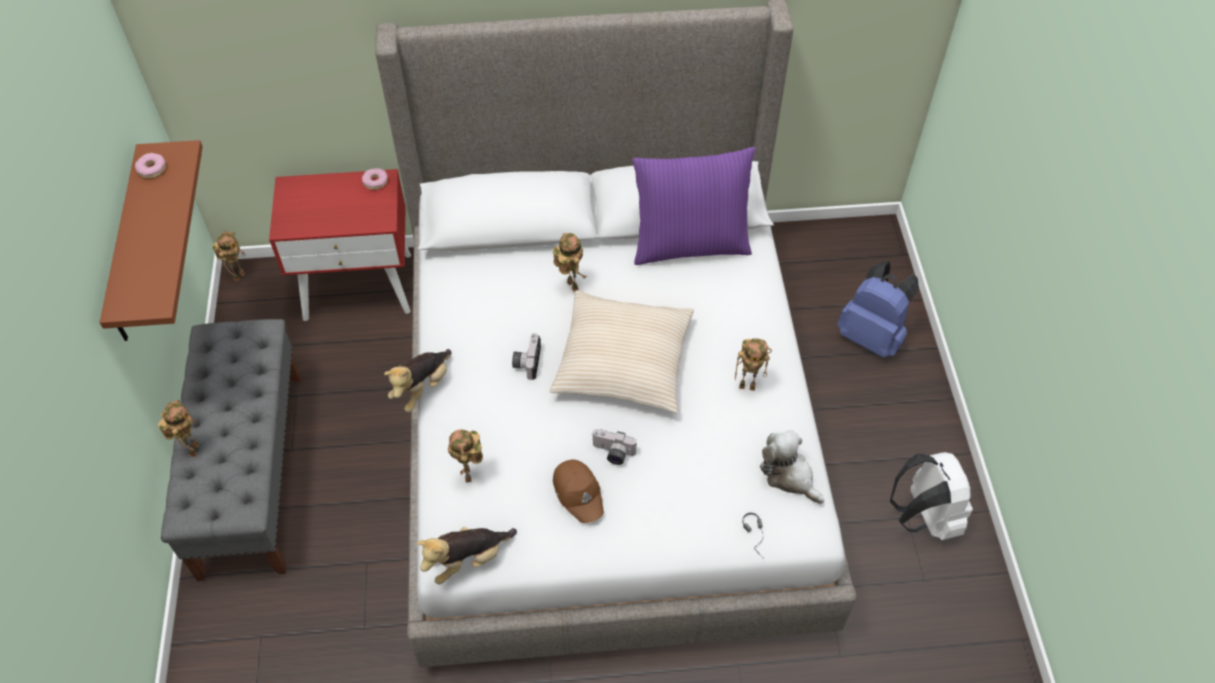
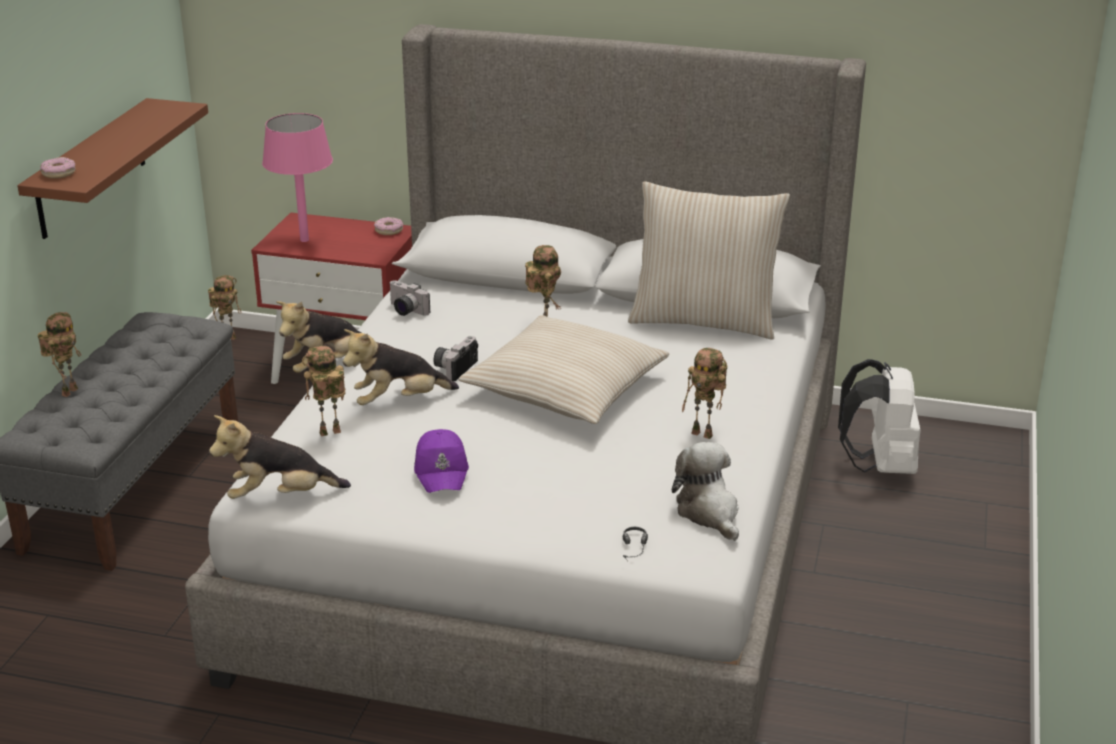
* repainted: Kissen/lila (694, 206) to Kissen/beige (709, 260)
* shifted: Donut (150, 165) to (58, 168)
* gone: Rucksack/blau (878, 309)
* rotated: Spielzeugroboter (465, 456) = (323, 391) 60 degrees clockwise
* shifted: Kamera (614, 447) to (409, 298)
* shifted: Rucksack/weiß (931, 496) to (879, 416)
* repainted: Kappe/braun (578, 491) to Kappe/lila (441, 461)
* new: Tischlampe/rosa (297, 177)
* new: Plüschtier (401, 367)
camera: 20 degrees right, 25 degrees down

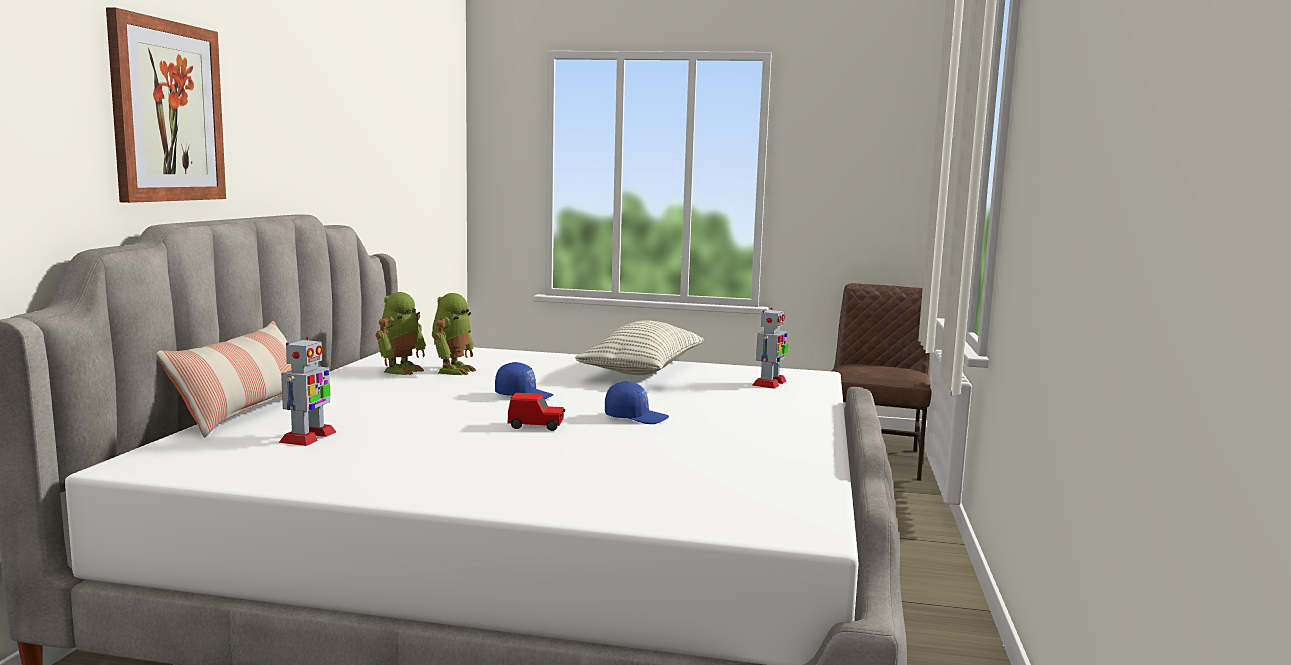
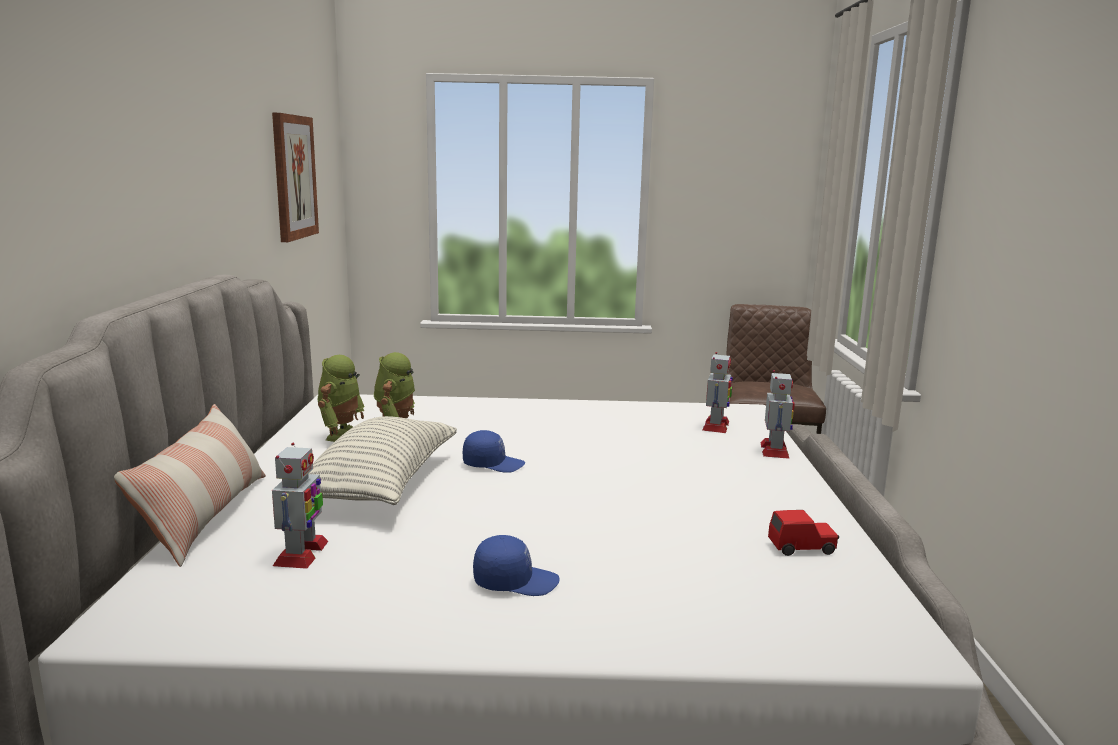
* shifted: Bild (166, 105) to (295, 177)
* shifted: Kissen (639, 347) to (383, 460)
* shifted: Kappe/blau (637, 402) to (516, 565)
* shifted: Spielzeugauto/rot (536, 412) to (803, 533)
* new: Spielzeugroboter (778, 414)
camera: 10 degrees left, 5 degrees up

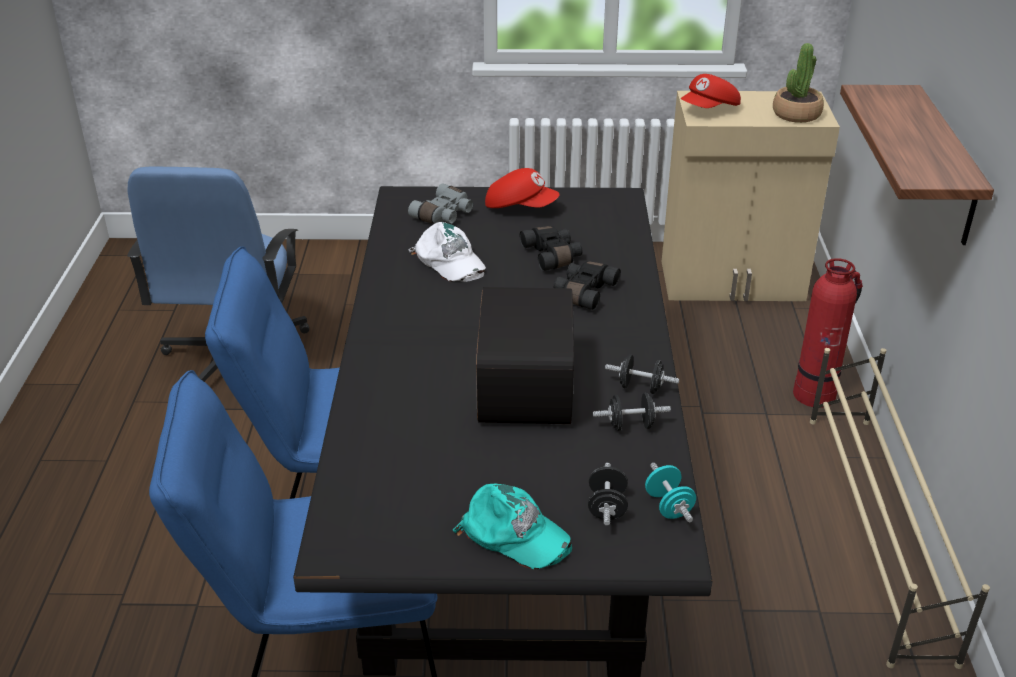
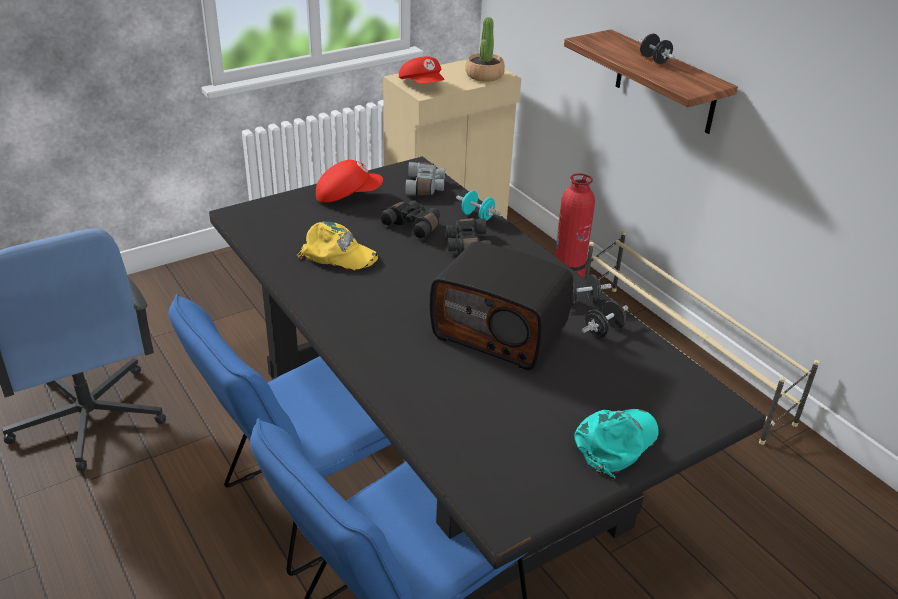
* rotated: Kappe/rot (711, 91) = (422, 70) 45 degrees counterclockwise
* shifted: Fernglas/grau (440, 203) to (425, 178)
* repainted: Kappe/weiß (447, 252) to Kappe/gelb (337, 246)
* rotated: Radio (525, 355) = (501, 306) 150 degrees clockwise
* shifted: Hantel/schwarz (608, 494) to (657, 49)
* shifted: Hantel/türkis (670, 492) to (479, 206)
* rotated: Kappe/türkis (512, 526) = (616, 444) 45 degrees counterclockwise
camera: 35 degrees left, 0 degrees up

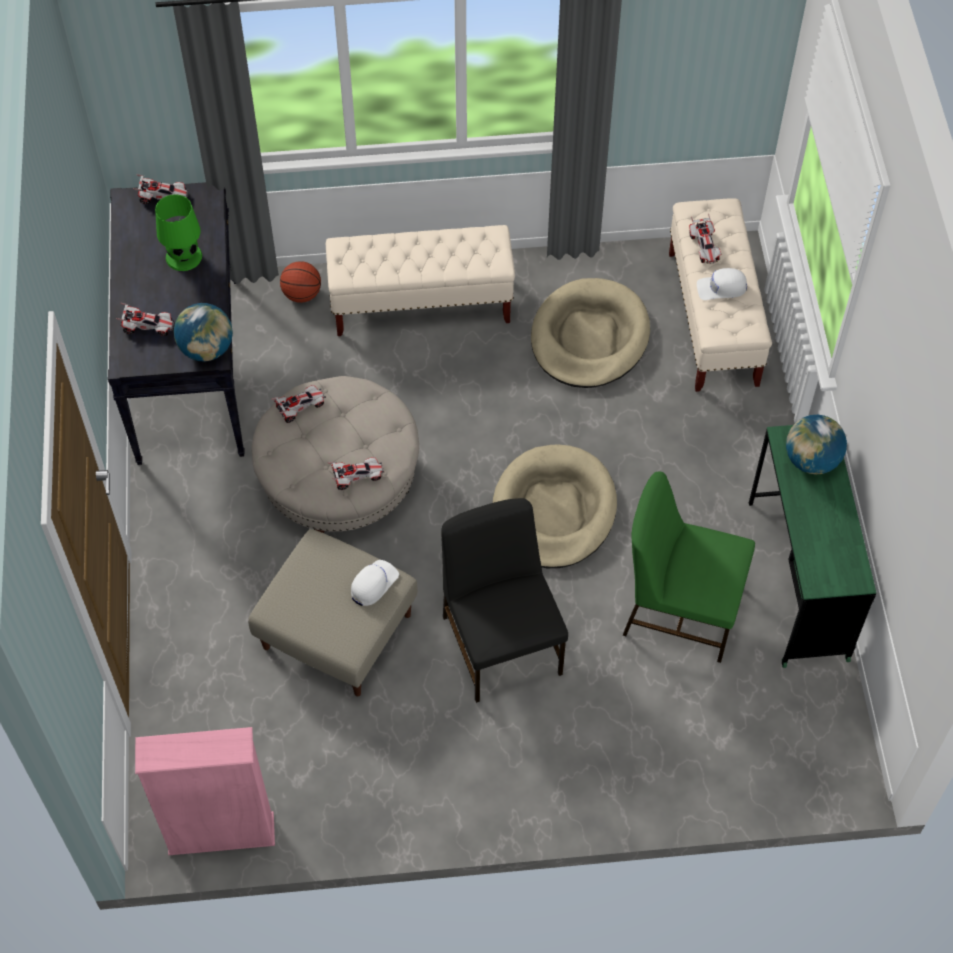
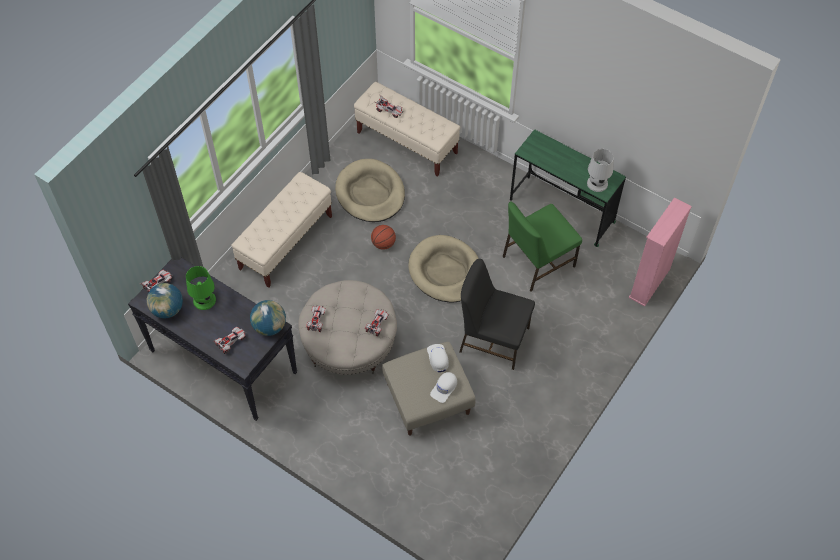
* shifted: Basketball (300, 282) to (383, 237)
* shifted: Kappe/weiß (722, 284) to (443, 387)
* shifted: Globus (816, 445) to (165, 300)
* shifted: Bücherregal/rosa (205, 791) to (660, 252)
* new: Tischlampe/weiß (600, 170)
camera: 50 degrees left, 0 degrees up

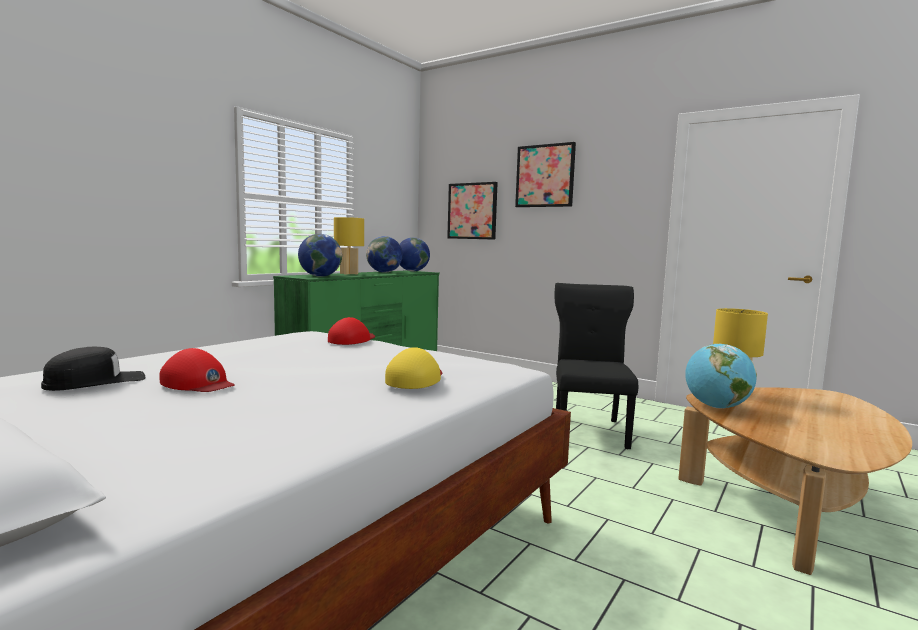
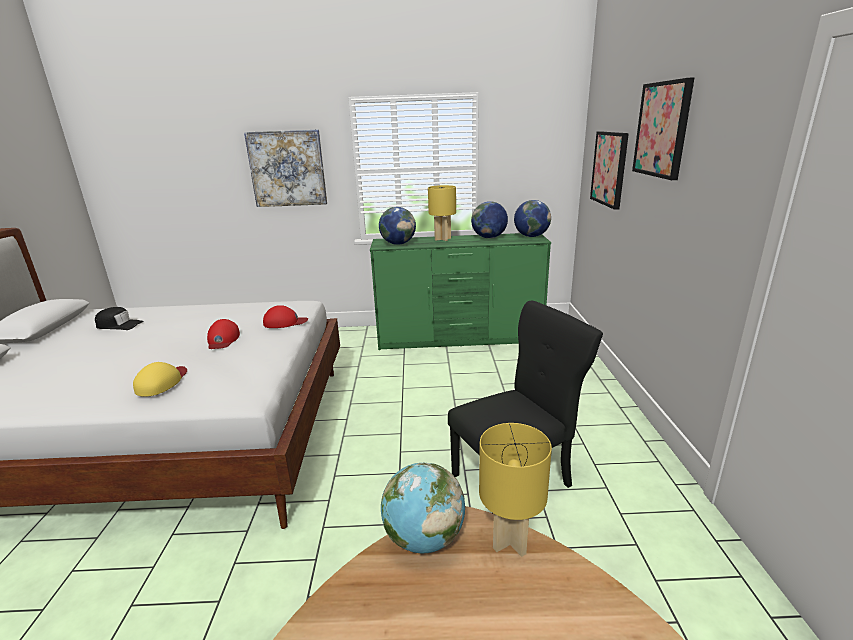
* rotated: Kappe/gelb (413, 368) = (160, 379) 60 degrees counterclockwise
* shifted: Kappe/rot (197, 370) to (223, 334)
* new: Bild (285, 168)
camera: 55 degrees right, 15 degrees up

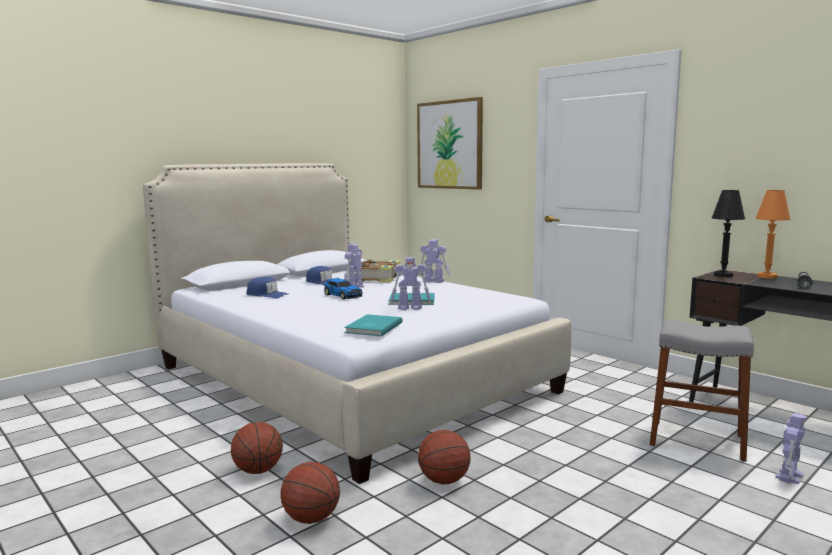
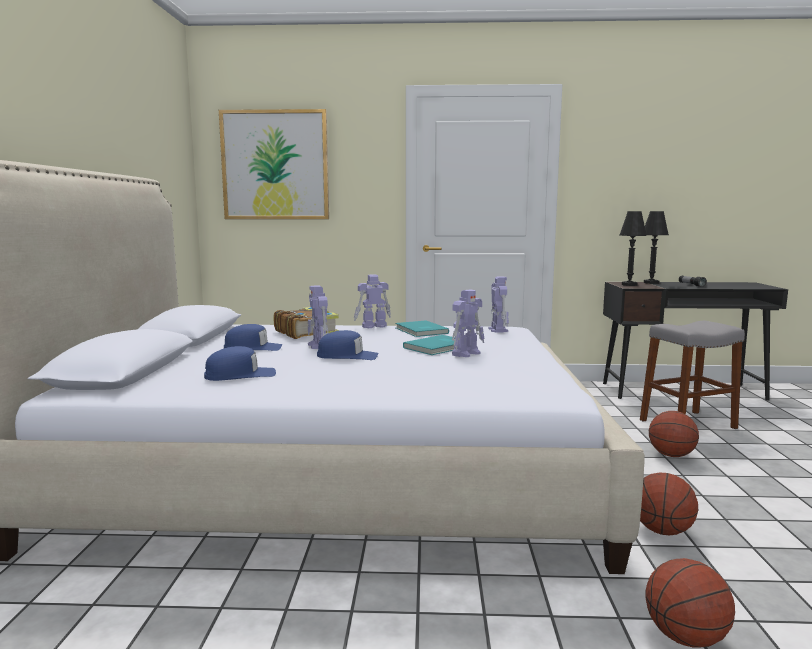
* repainted: Tischlampe/orange (773, 234) to Tischlampe/schwarz (656, 247)
* swapped: Spielzeugauto (343, 288) to Kappe/blau (348, 345)
* shifted: Buch/türkis (373, 325) to (422, 329)
* shifted: Spielzeugroboter (791, 448) to (498, 305)
* shifted: Basketball (257, 448) to (674, 434)
camera: 45 degrees left, 0 degrees up

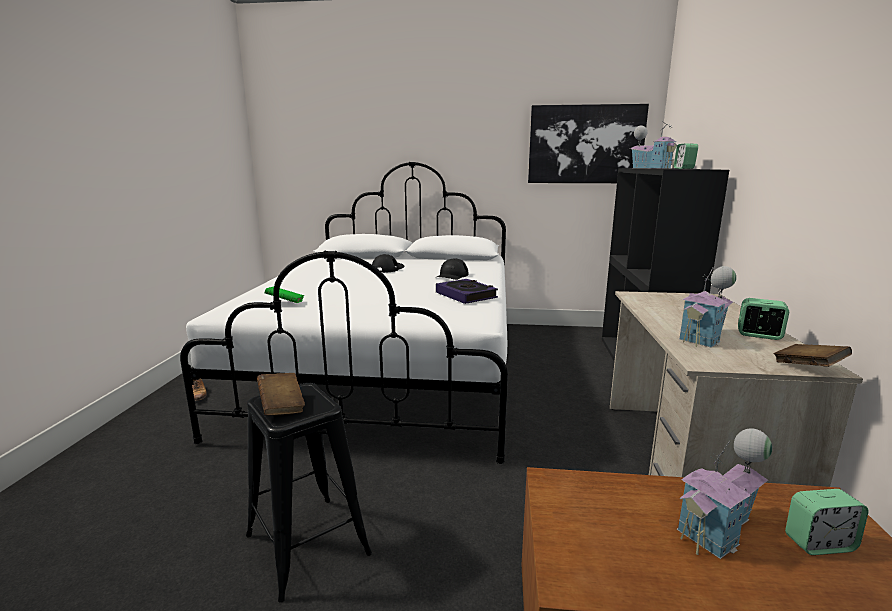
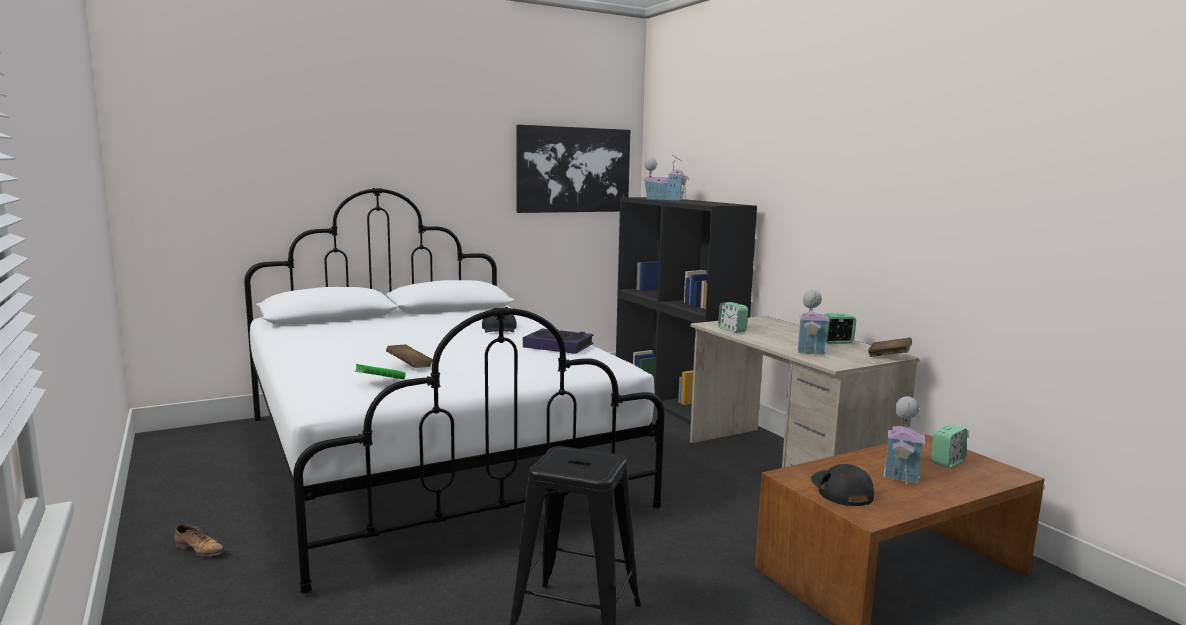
* shifted: Wecker (686, 156) to (733, 317)
* shifted: Kappe/schwarz (388, 263) to (842, 485)
* shifted: Buch/braun (281, 394) to (409, 356)
camera: 35 degrees left, 5 degrees down

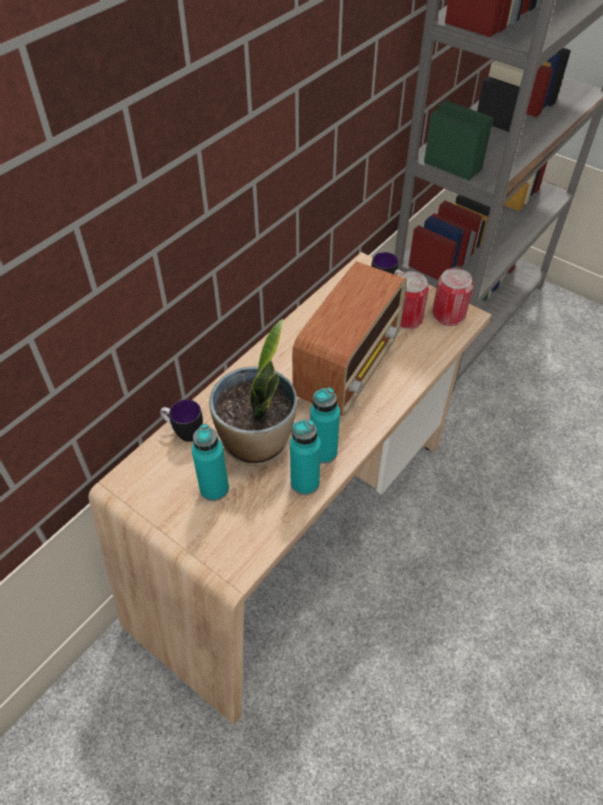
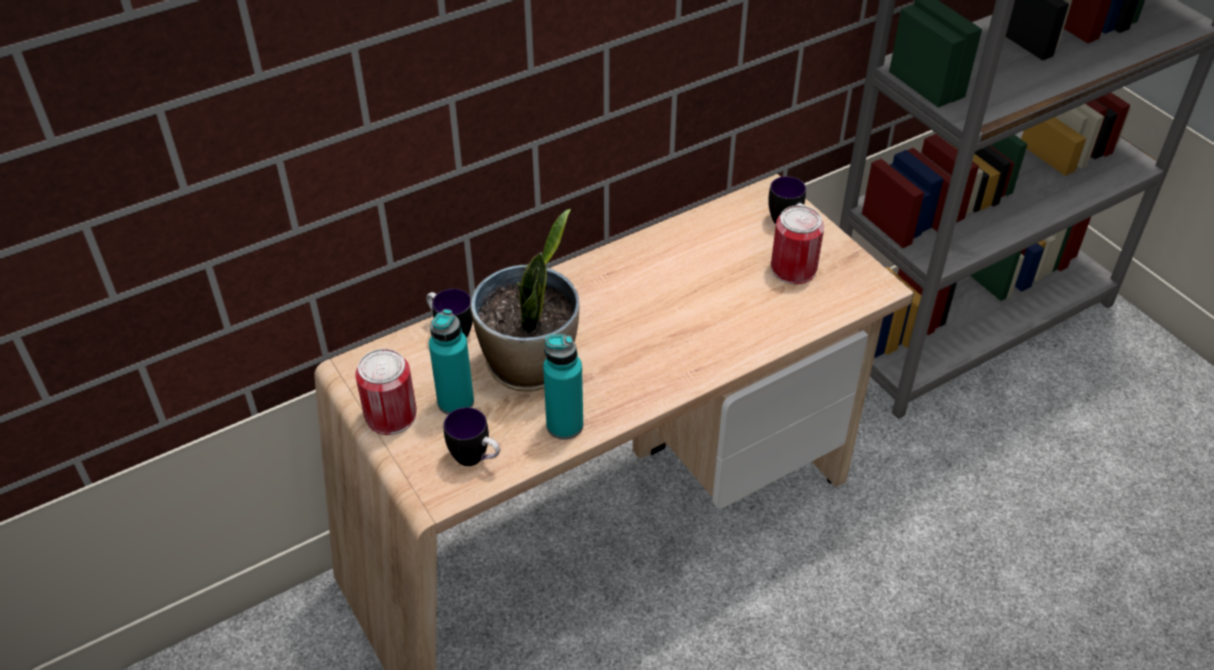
* gone: Radio (349, 338)
* shifted: Dose (453, 297) to (386, 392)
* gone: Flasche/türkis (325, 425)
* new: Henkelbecher (471, 436)
camera: 20 degrees right, 5 degrees down

